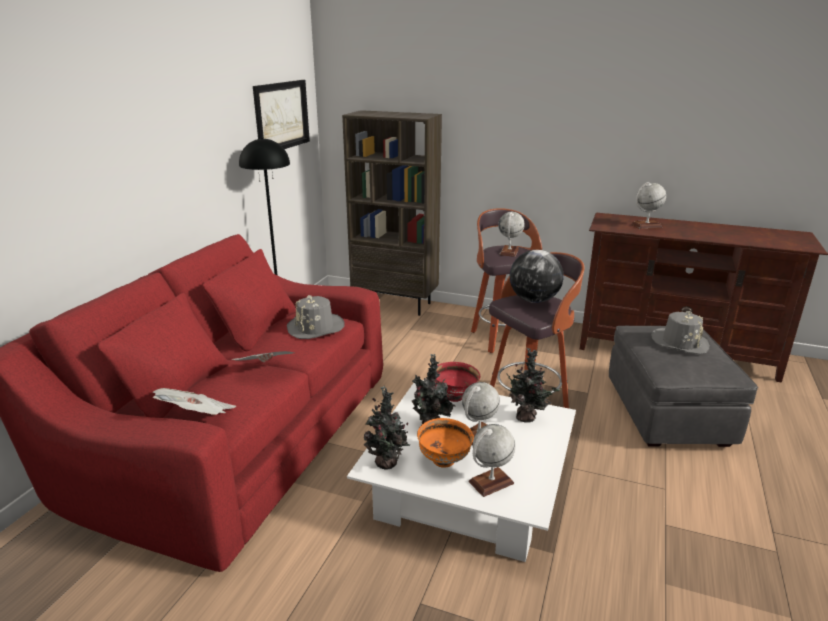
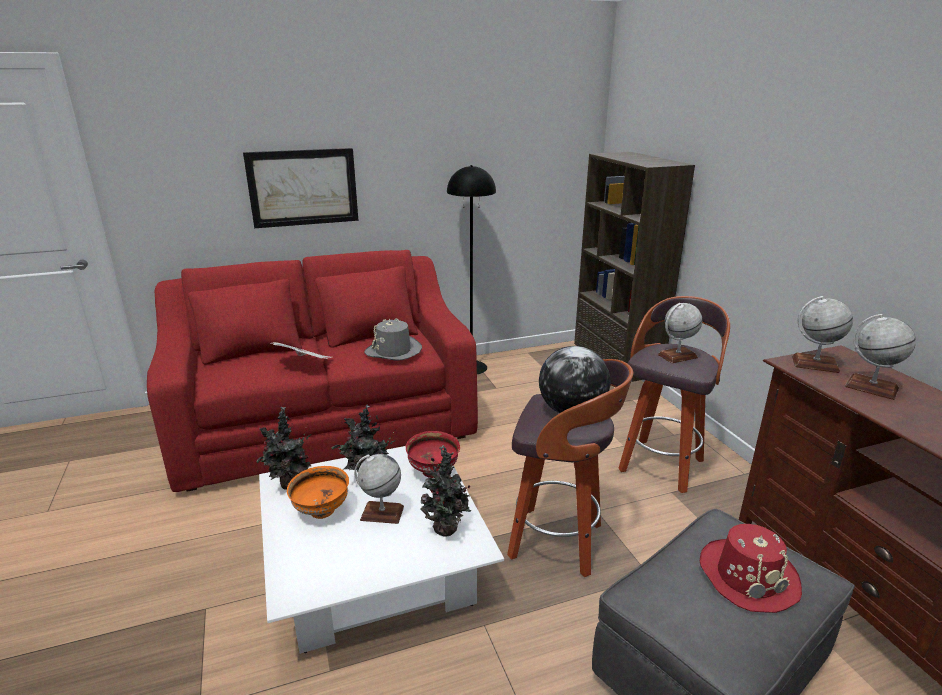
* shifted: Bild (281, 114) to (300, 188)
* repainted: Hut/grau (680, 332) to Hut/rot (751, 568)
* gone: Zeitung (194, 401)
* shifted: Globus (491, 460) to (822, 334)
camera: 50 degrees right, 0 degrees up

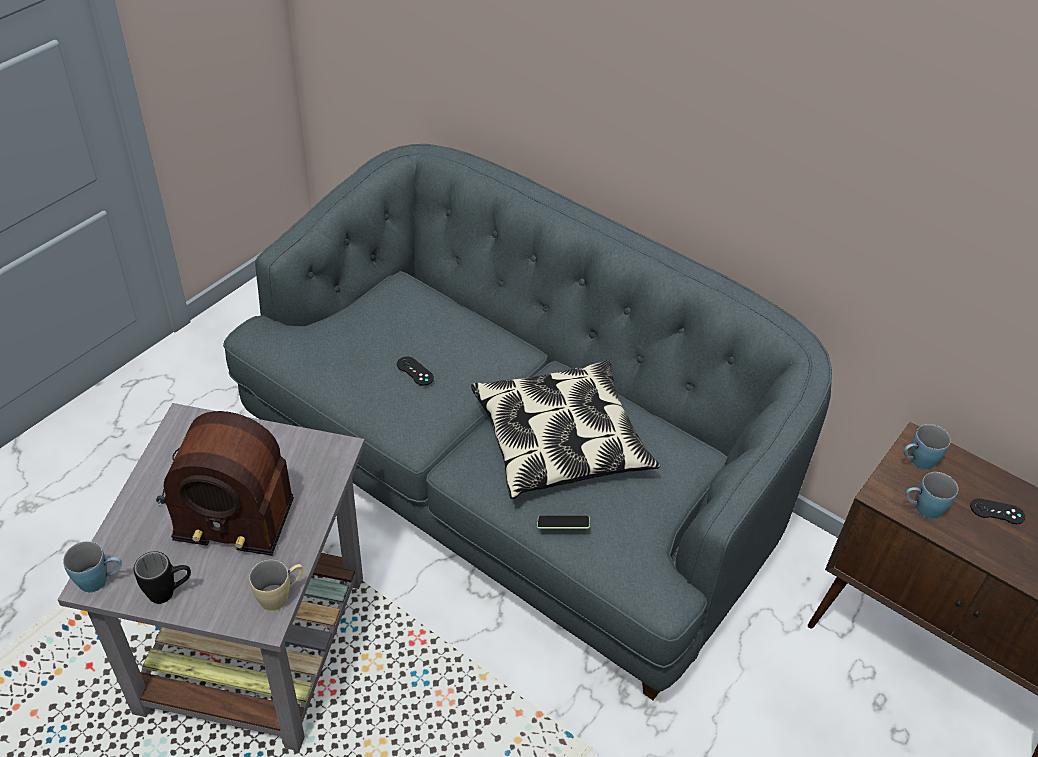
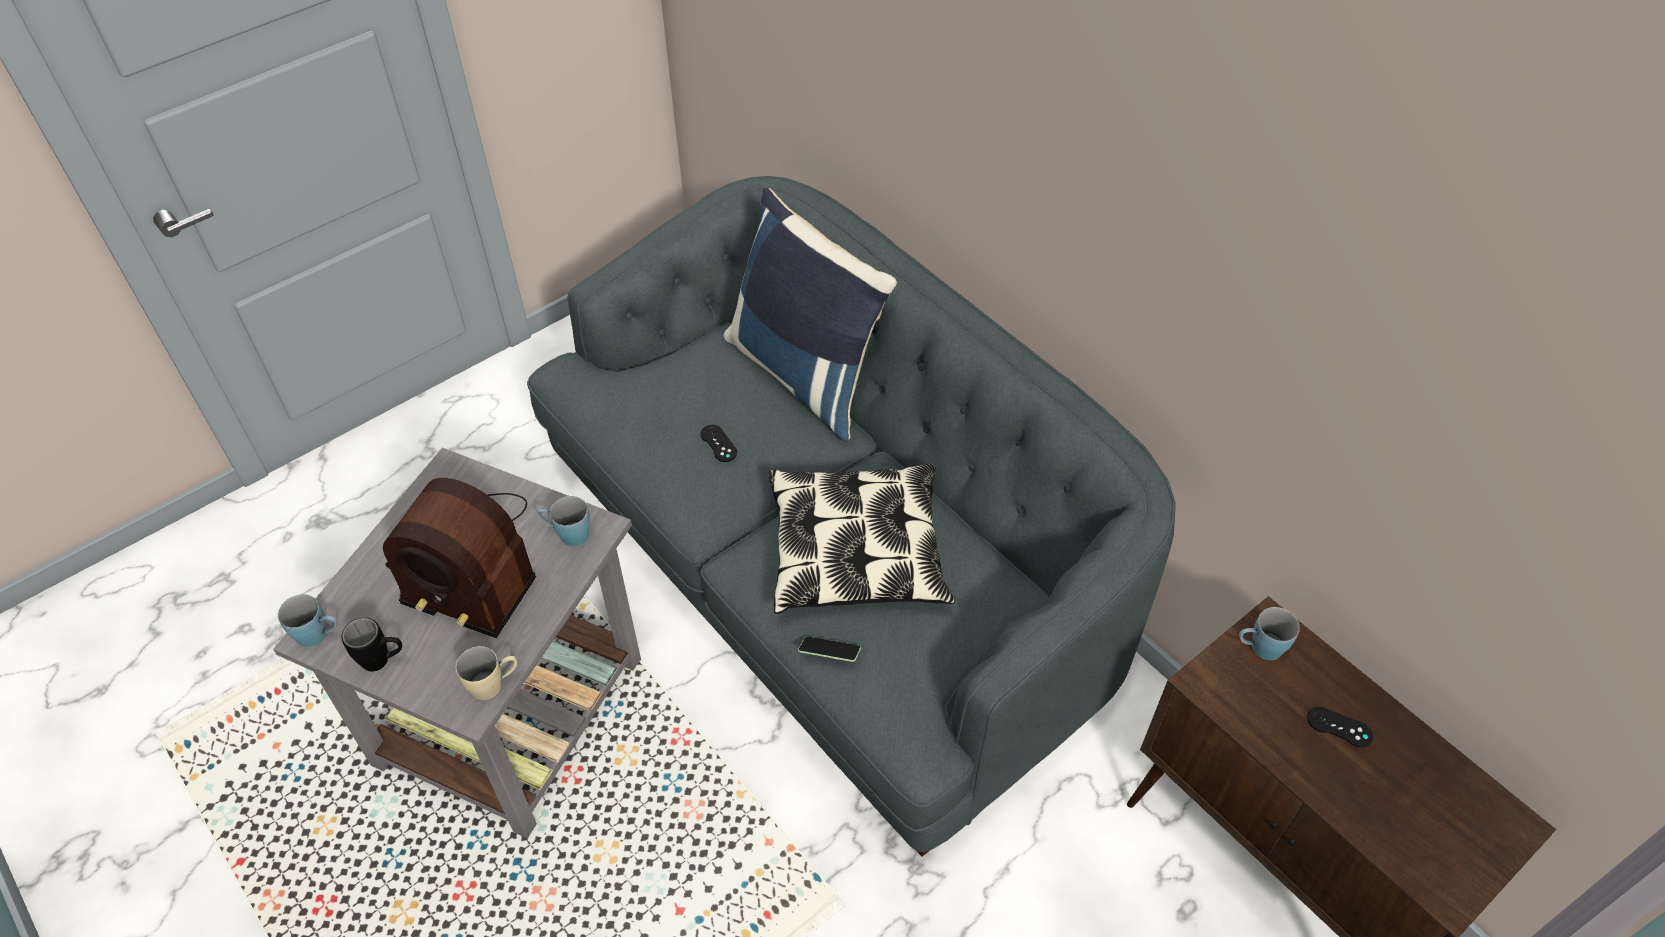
* shifted: Henkelbecher/blau (932, 495) to (563, 521)
* new: Kissen/blau (810, 314)
camera: 15 degrees right, 5 degrees up

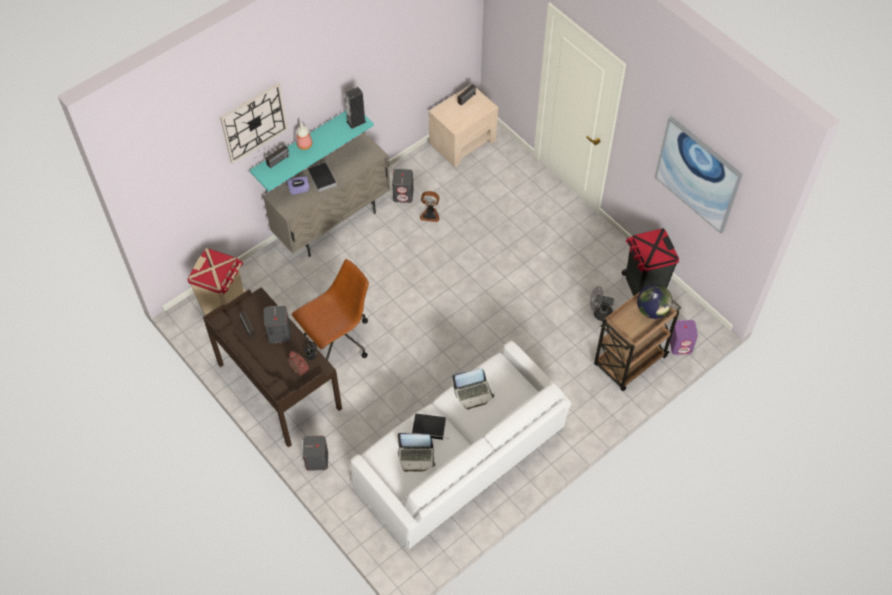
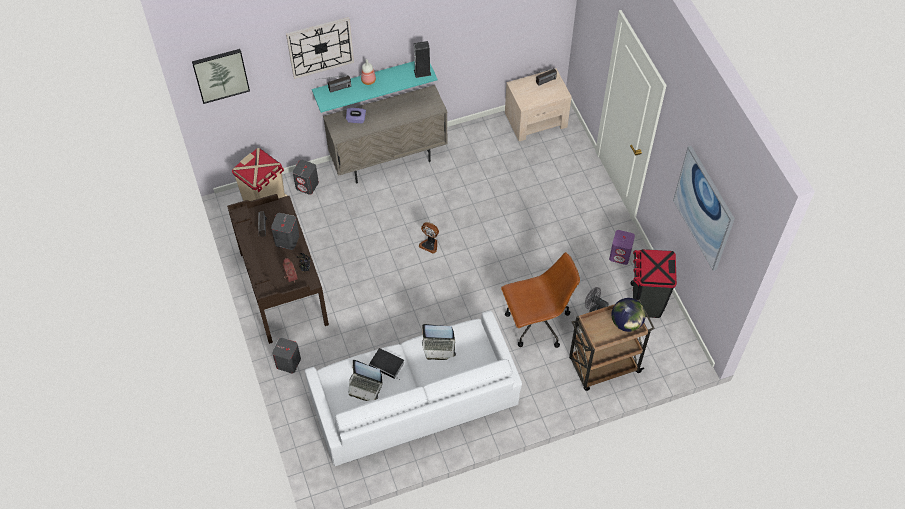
* gone: Buch (322, 177)
* shifted: Lautsprecher/grau (403, 186) to (306, 177)
* shifted: Ventilator (429, 206) to (429, 238)
* shifted: Bürostuhl/braun (330, 309) to (540, 300)
* shifted: Lautsprecher/lila (684, 337) to (622, 247)
* new: Bild (221, 76)
camera: 20 degrees right, 0 degrees up

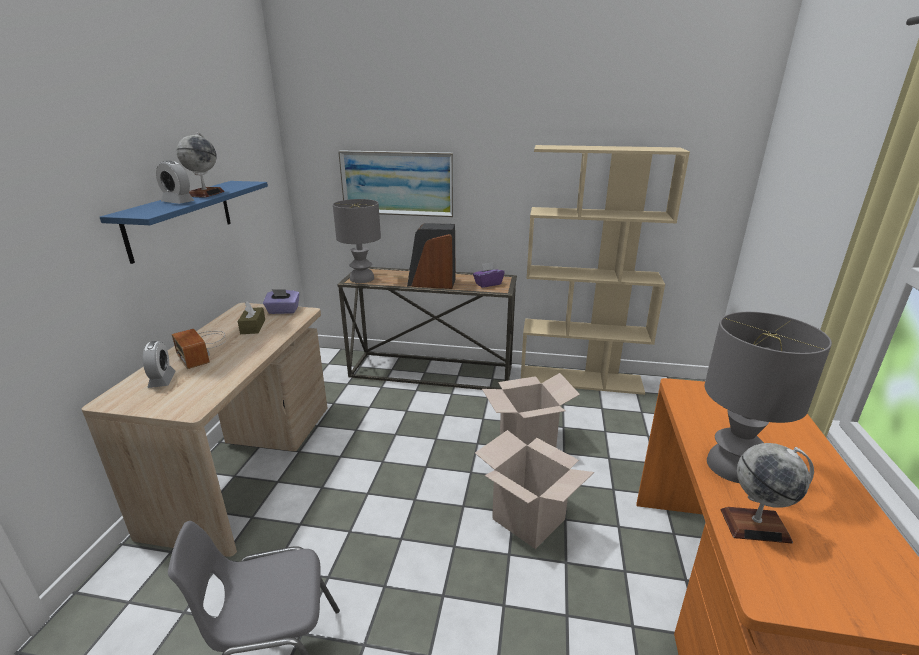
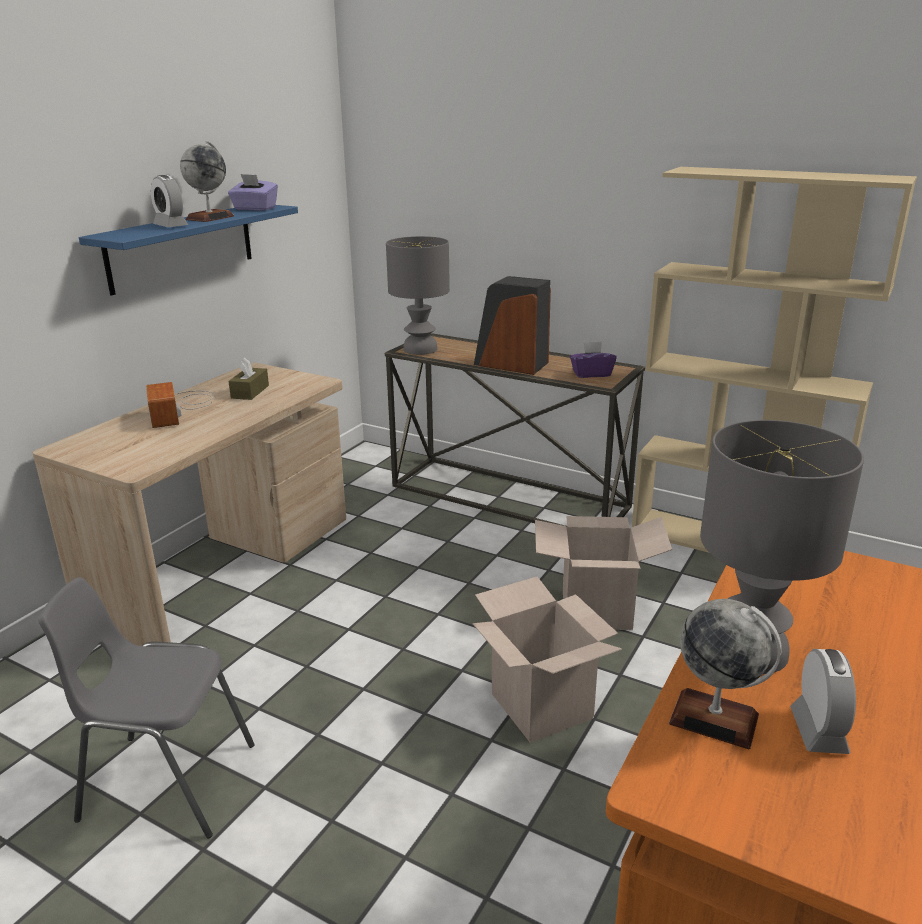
* gone: Bild (396, 183)
* shifted: Taschentuchbox/lila (281, 301) to (253, 192)
* shifted: Wecker (159, 364) to (823, 701)
camera: 20 degrees right, 0 degrees up

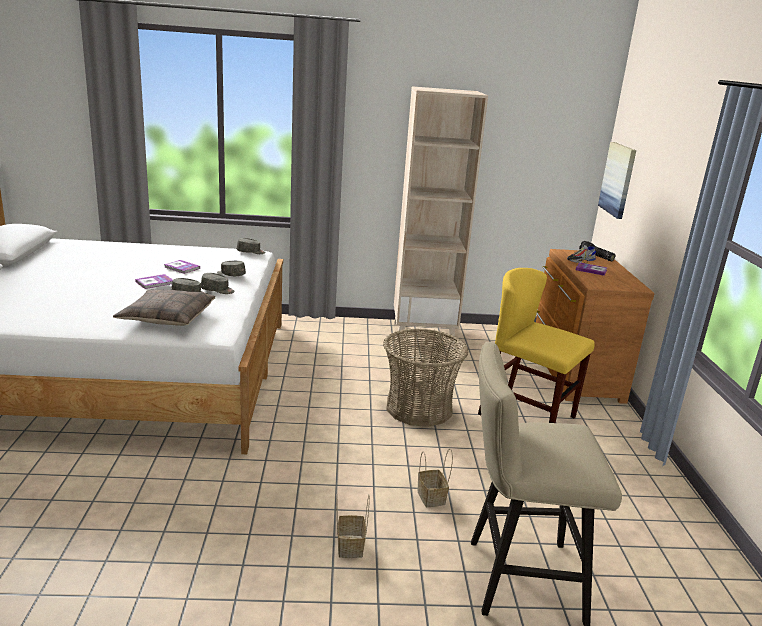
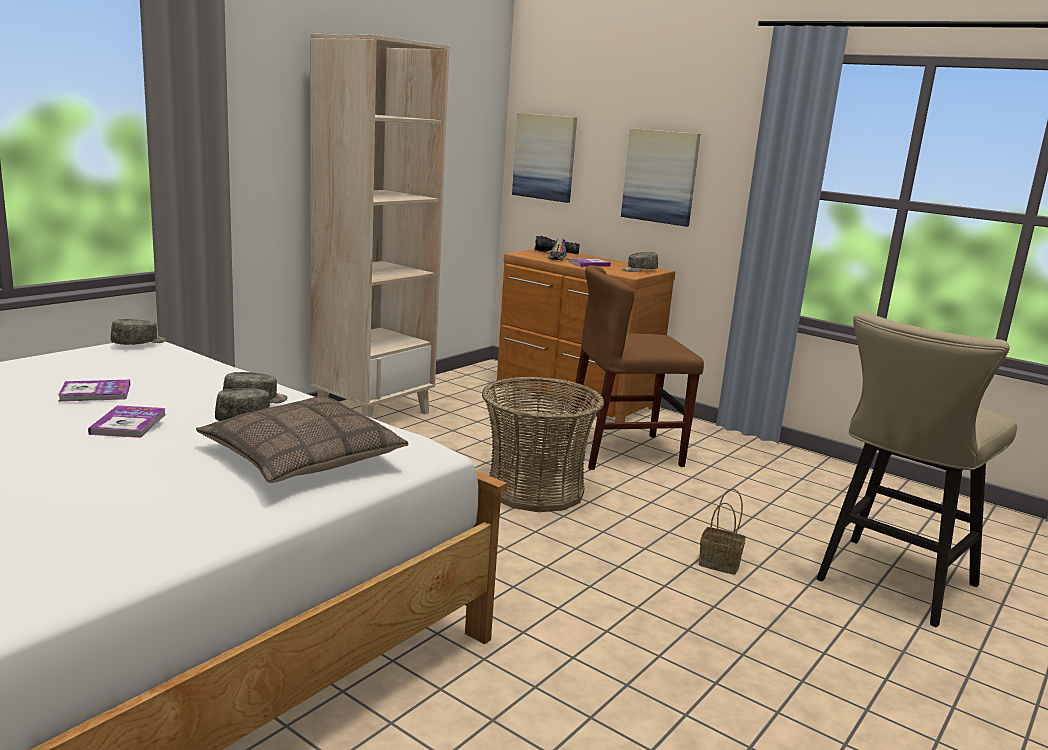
* shifted: Kappe/grau (231, 268) to (640, 262)
* repainted: Stuhl/gelb (536, 345) to Stuhl/braun (636, 367)
* gone: Korb (353, 526)
* new: Bild (661, 177)
camera: 50 degrees left, 5 degrees down

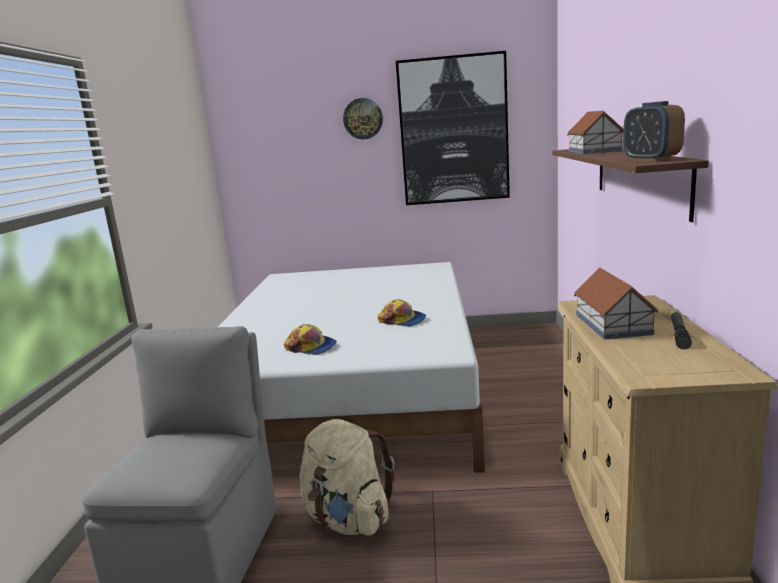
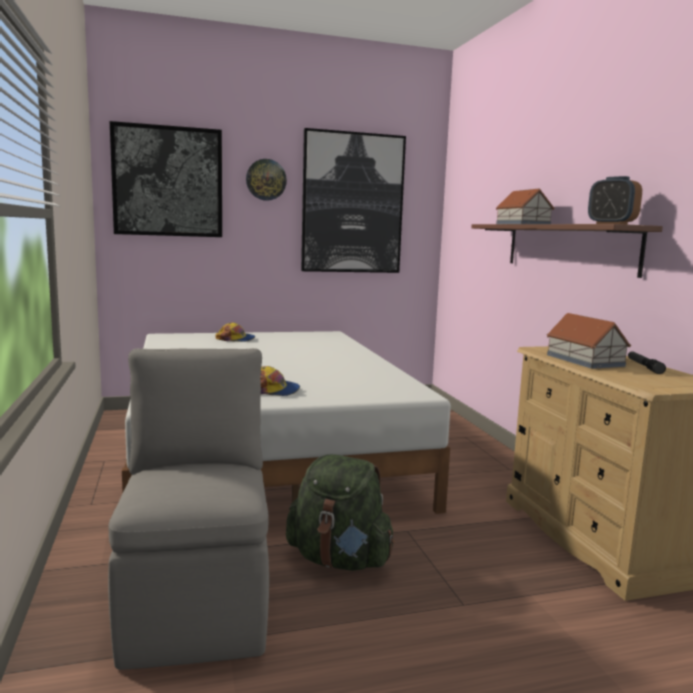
* shifted: Kappe (402, 312) to (235, 332)
* repainted: Rucksack/beige (347, 477) to Rucksack/grün (340, 512)
* new: Bild (166, 179)
camera: 20 degrees left, 5 degrees down

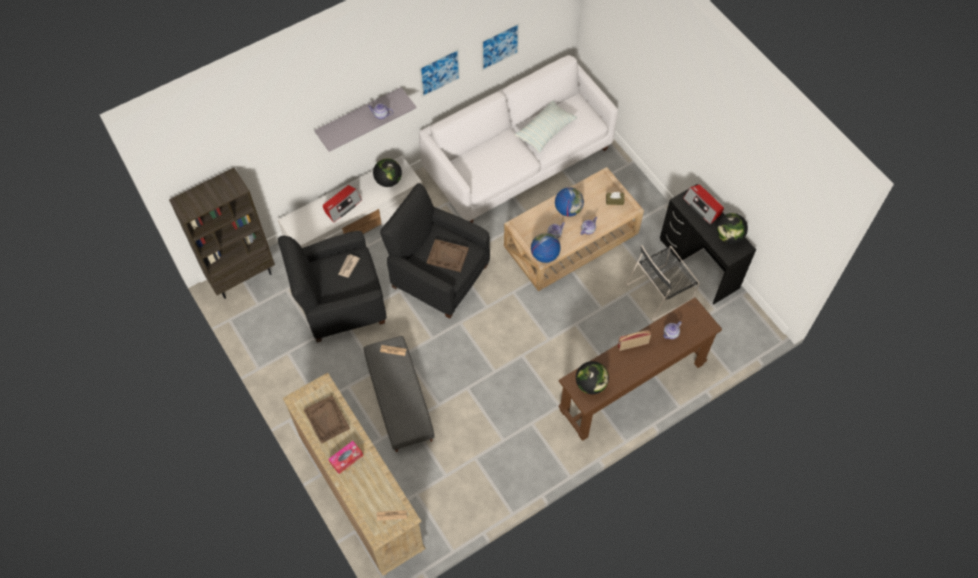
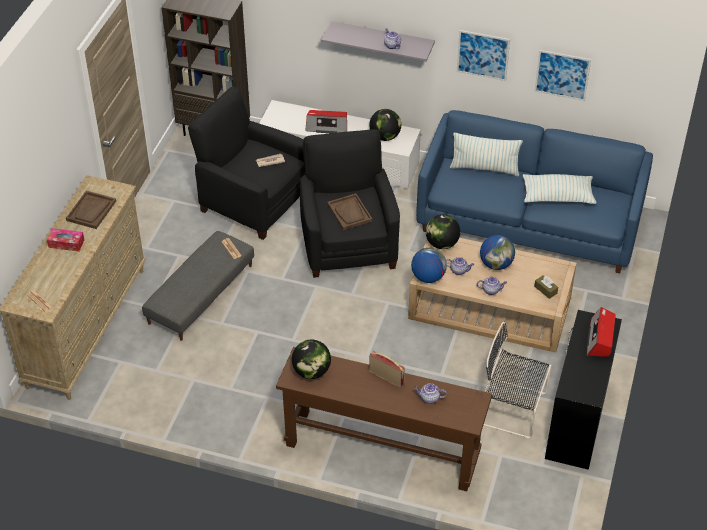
* repainted: Sofa/weiß (518, 139) to Sofa/blau (534, 192)
* shifted: Globus (732, 228) to (443, 232)
* new: Kissen (486, 154)
camera: 50 degrees right, 15 degrees down

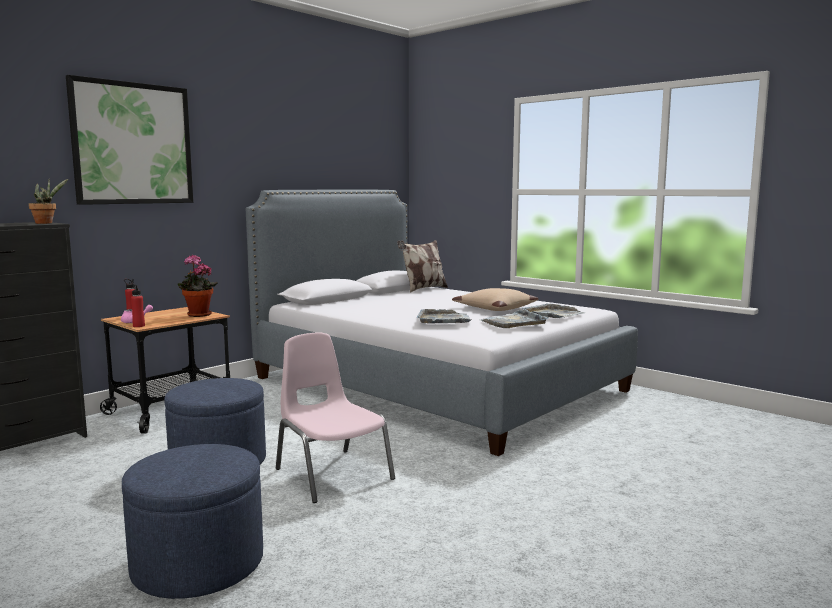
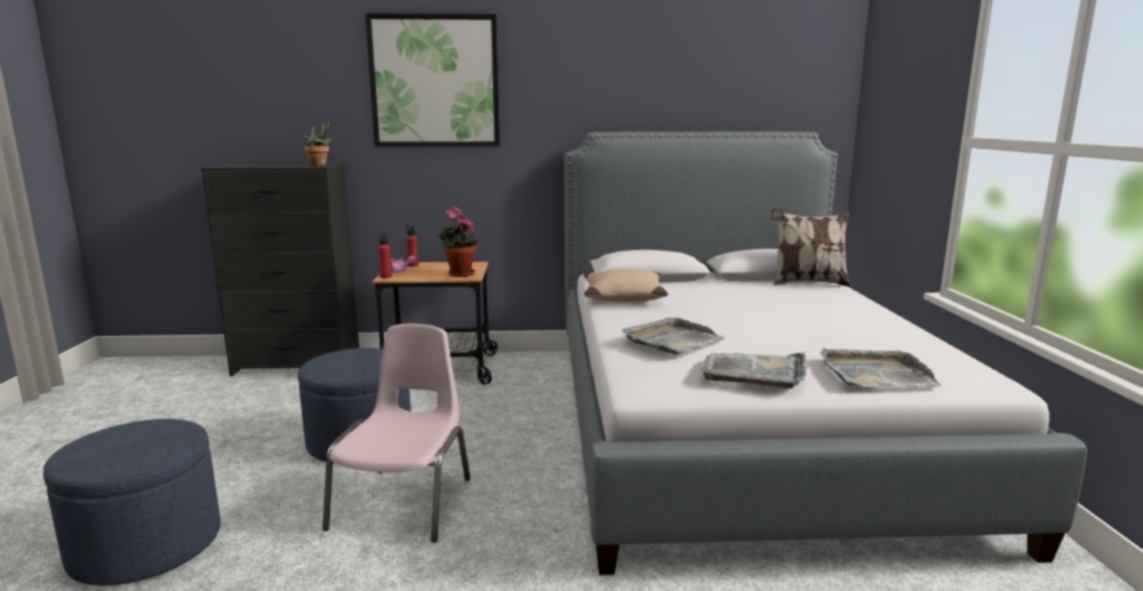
* shifted: Kissen/beige (495, 299) to (626, 285)
camera: 45 degrees right, 5 degrees up

